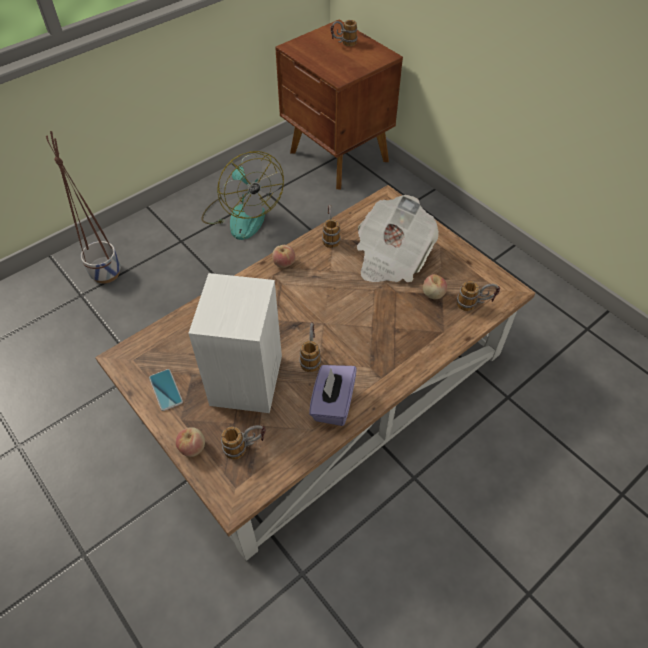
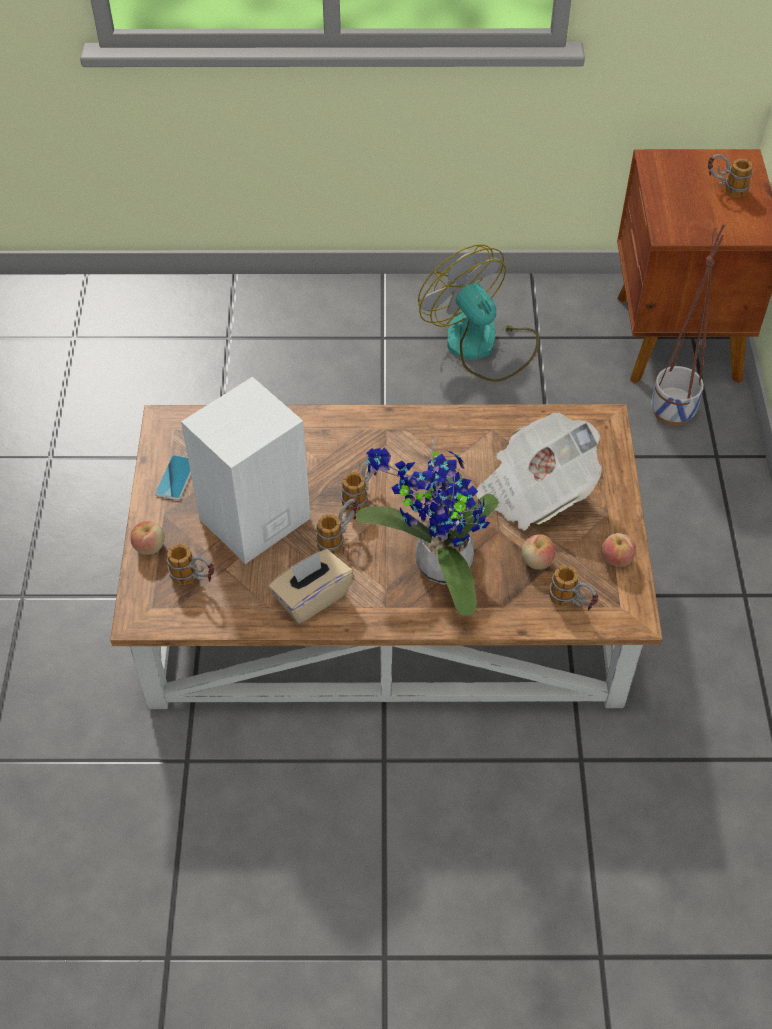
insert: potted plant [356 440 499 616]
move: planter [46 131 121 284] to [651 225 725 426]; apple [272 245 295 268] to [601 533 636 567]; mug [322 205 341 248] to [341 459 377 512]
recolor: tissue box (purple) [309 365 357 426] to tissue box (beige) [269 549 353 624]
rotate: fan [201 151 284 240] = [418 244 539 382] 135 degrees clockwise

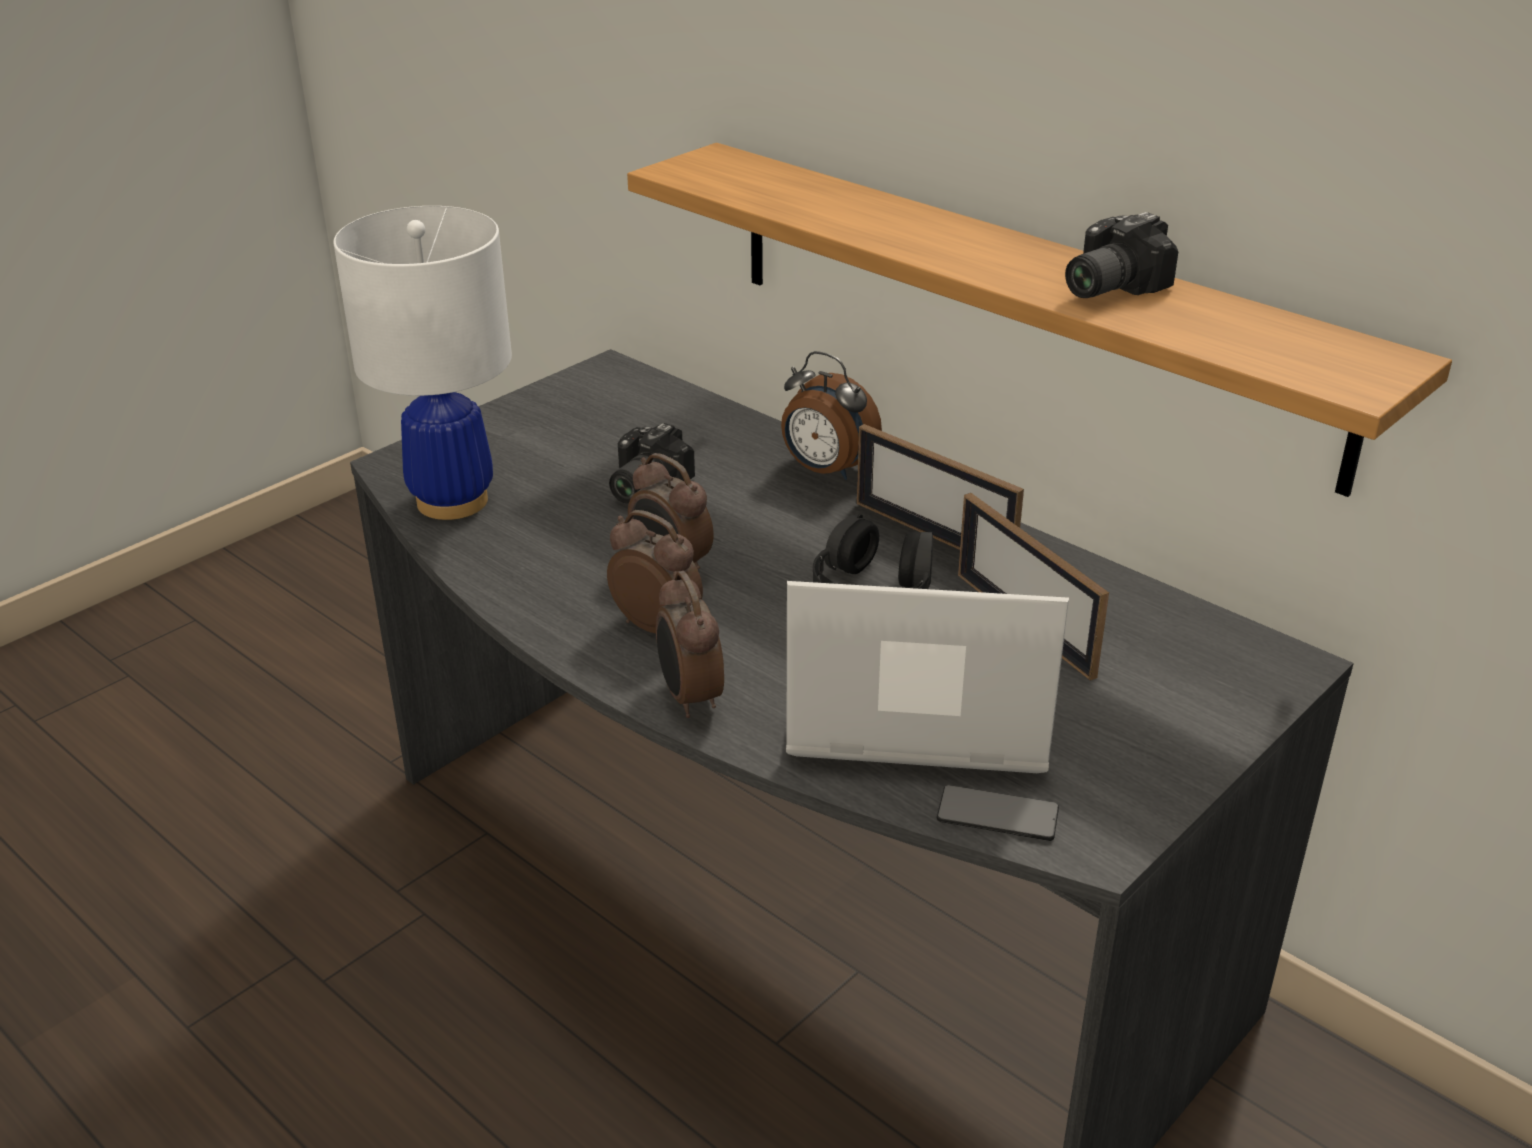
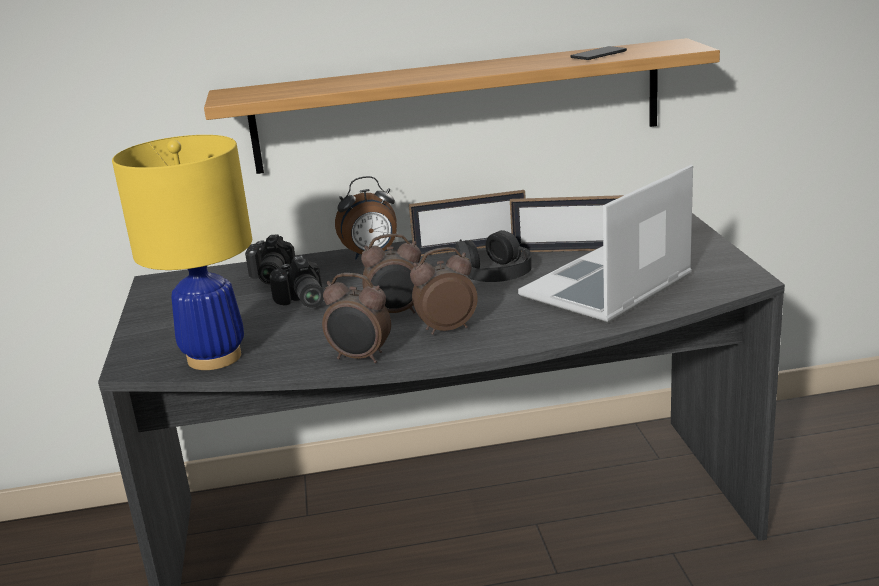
move: alarm clock [656 571 724 718] to [322 273 391 363]; phone [937 785 1059 841] to [570 46 627 60]; photo camera [1065 212 1178 298] to [245 235 295 284]
recolor: table lamp (white) [333 206 512 520] to table lamp (yellow) [112 135 252 370]

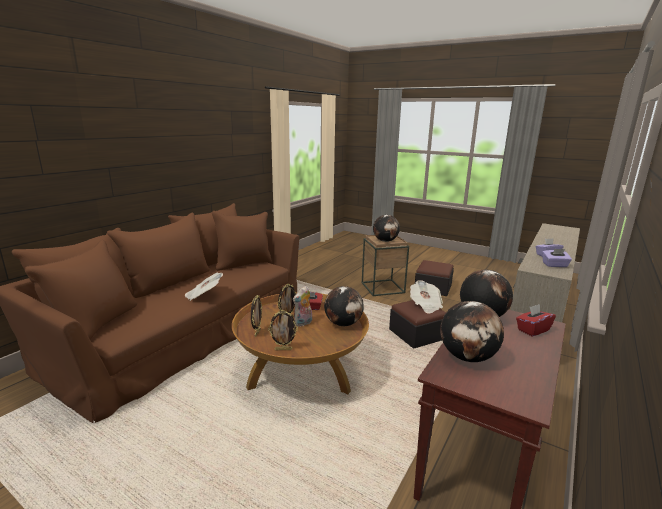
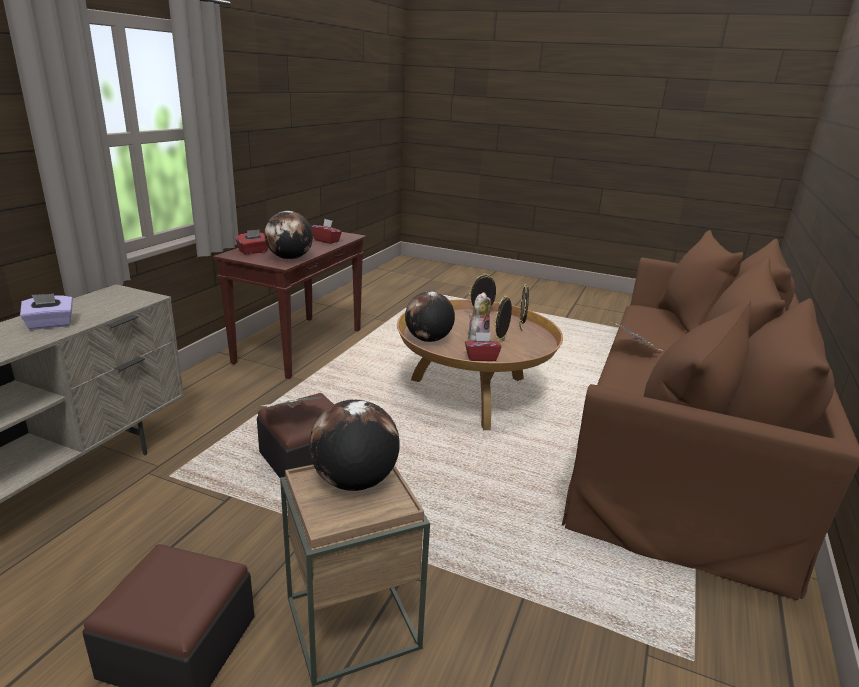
delete: tissue box (purple) [542 248 572 267]
replace: globe [440 301 504 362] to tissue box (red) [311 219 342 244]

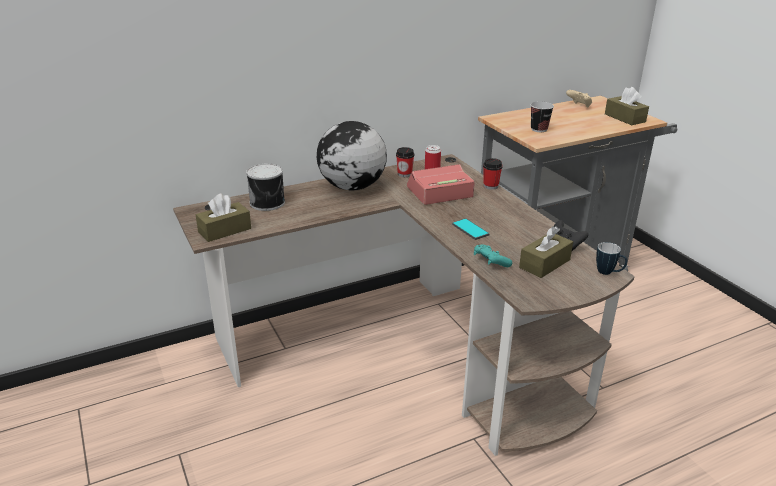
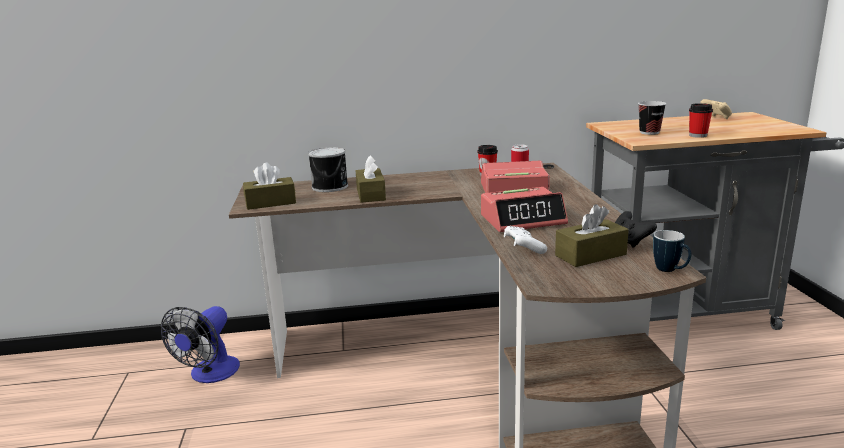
delete: globe [317 121 387 190]
insert: fan [161 306 240 383]
move: cup [483 158 503 190] to [689 103 713 138]; tissue box (brown) [605 87 649 125] to [356 155 386 203]
replace: phone [452 218 490 240] to alarm clock [481 187 568 232]
recolor: game controller (turquoise) [474 244 512 267] to game controller (white) [504 226 547 254]

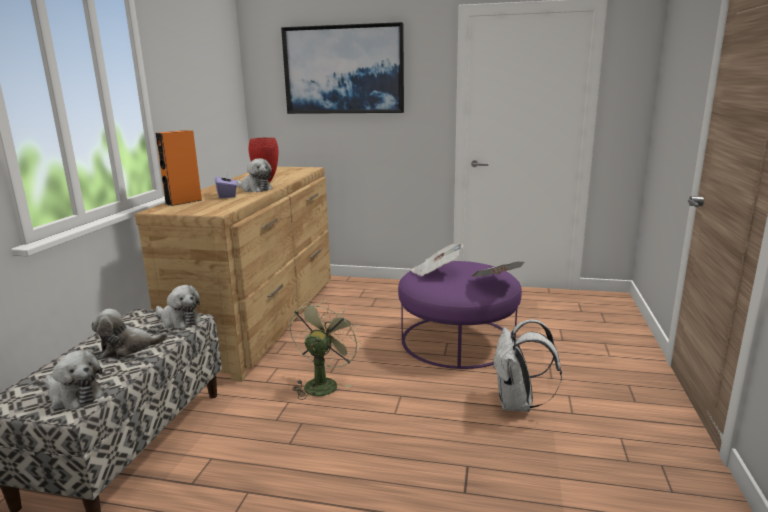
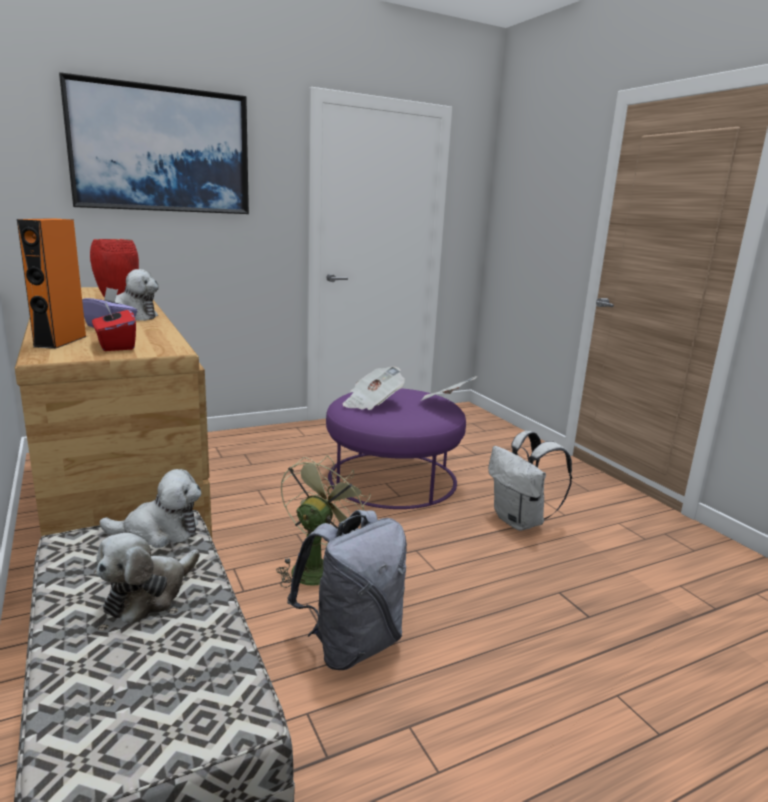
delete: plush toy [45 350 104 409]
insert: tissue box (red) [92 301 136 351]; backpack (grey) [287 510 407 670]
rotate: fan (green) [289 299 361 400] = [276 455 371 588] 45 degrees clockwise

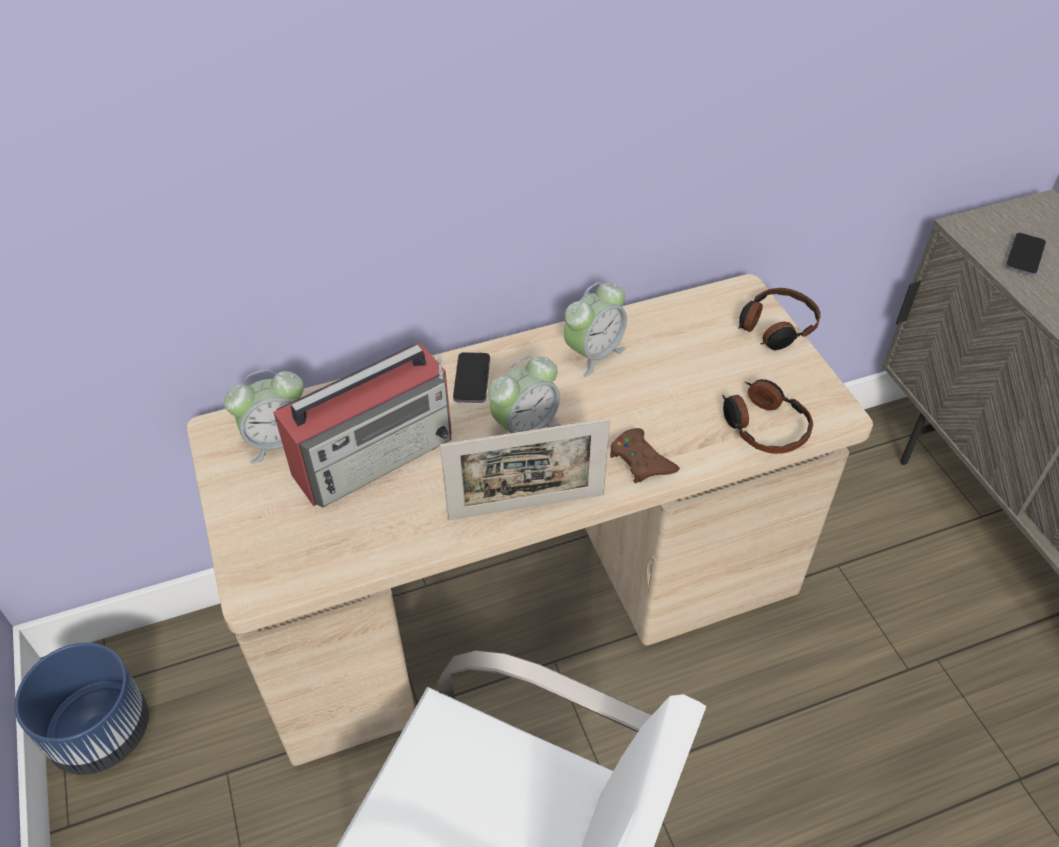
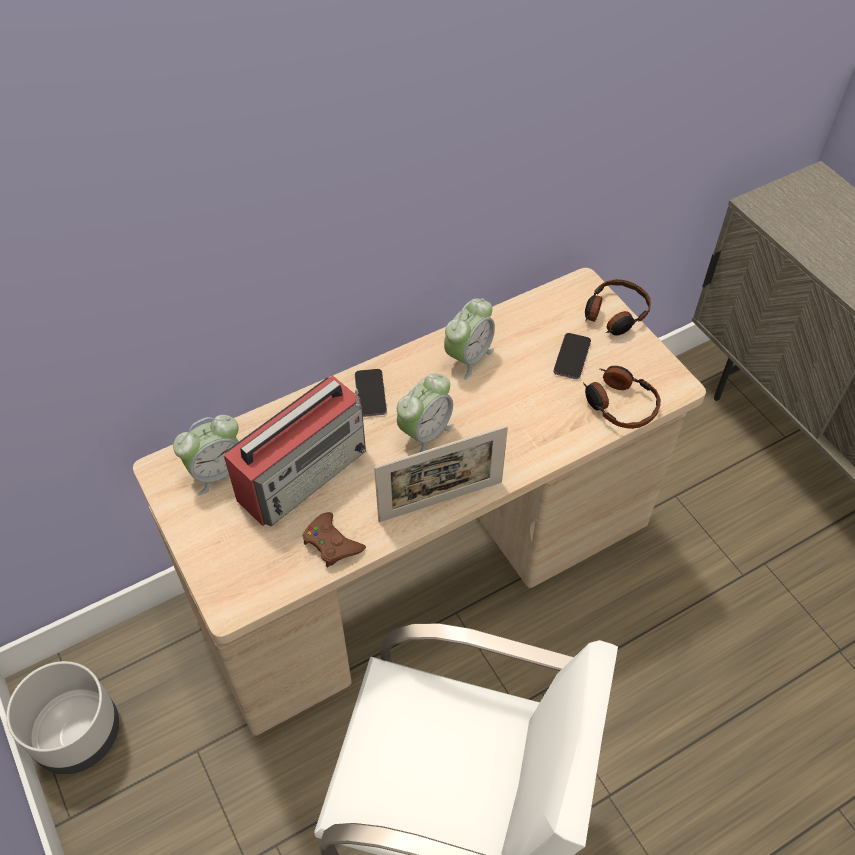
move: game controller (brown) [610 428 680 483] to [303 512 366 567]; phone [1005 233 1046 276] to [554 333 591 379]
recolor: planter (blue) [15 643 149 775] to planter (grey) [6 661 119 774]

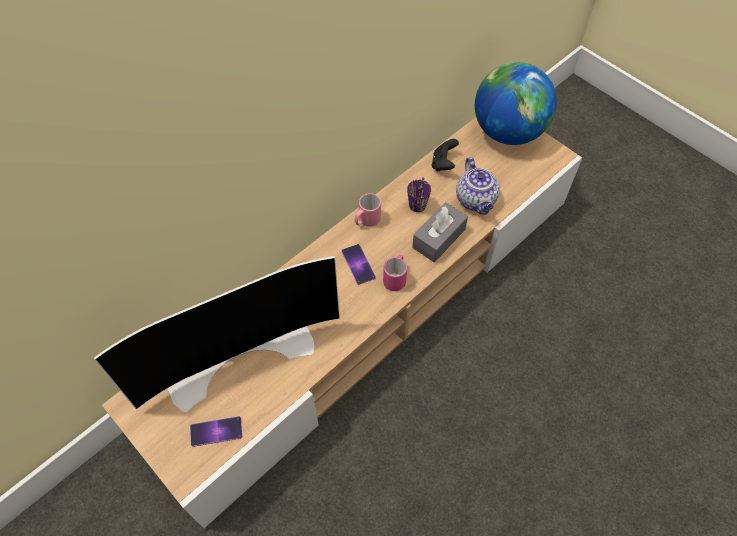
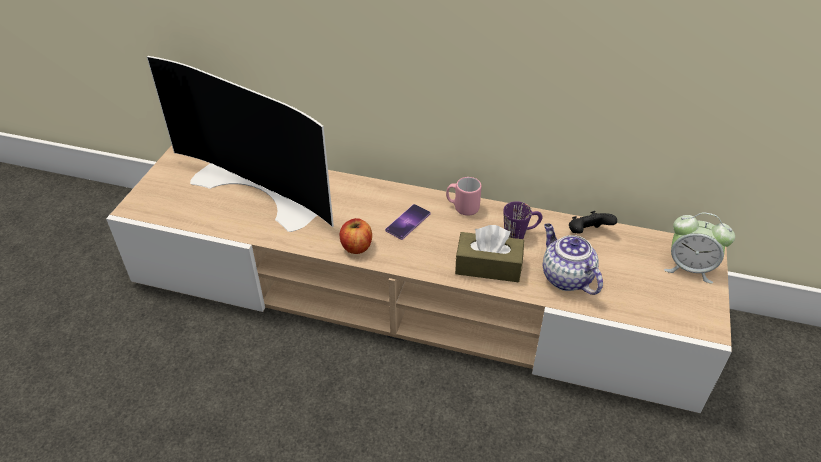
delete: phone [190 416 242 447]; mug (pink) [383 255 407 291]
insert: apple [339 218 372 254]
replace: globe [475 62 557 145] to alarm clock [664 212 735 284]
recolor: tissue box (grey) [412 202 468 262] to tissue box (brown) [455 225 524 282]
rotate: teapot [456 157 500 215] = [543 223 603 295] 105 degrees clockwise

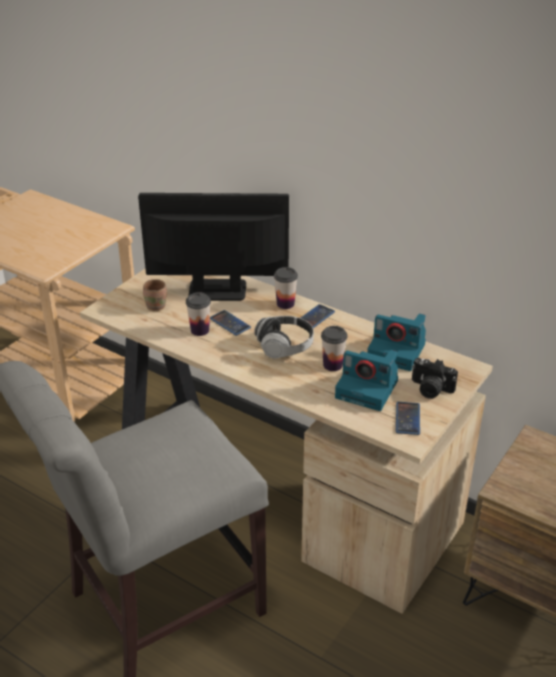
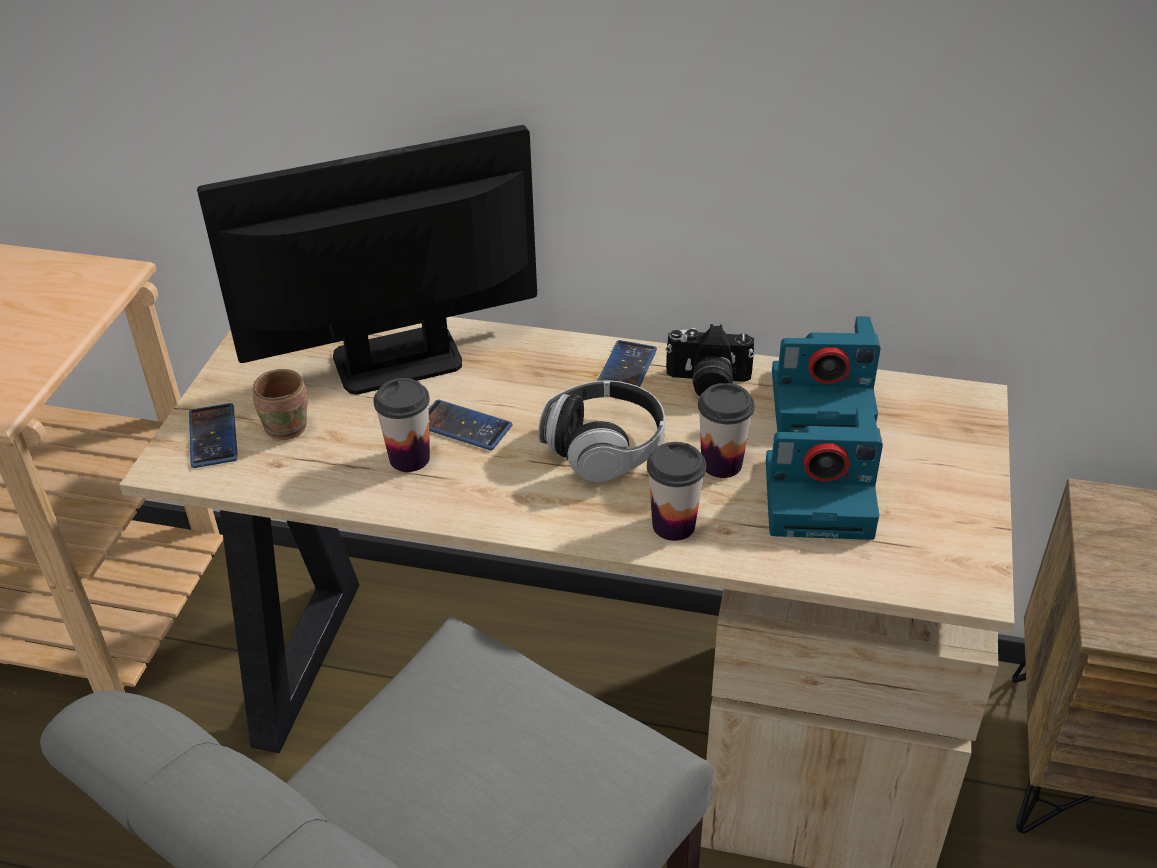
move: cup [274 267 298 309] to [647 442 706 541]; phone [396 402 420 435] to [189 403 238 468]; photo camera [412 358 458 399] to [665 324 755 396]

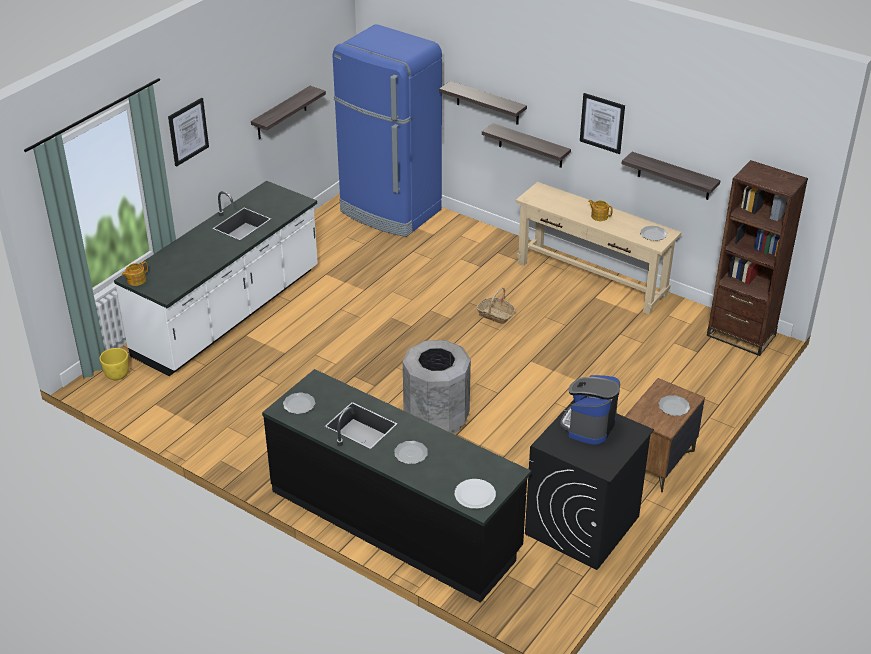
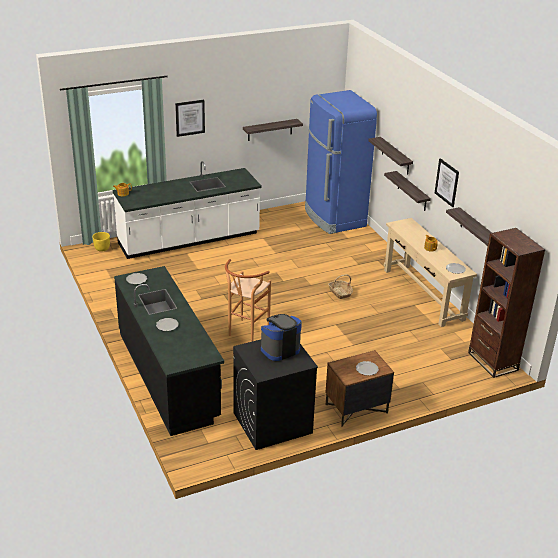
delete: plate (white) [455 479 496 509]
replace: trash can (grey) [403 340 471 434] to stool (brown) [225 259 271 342]

